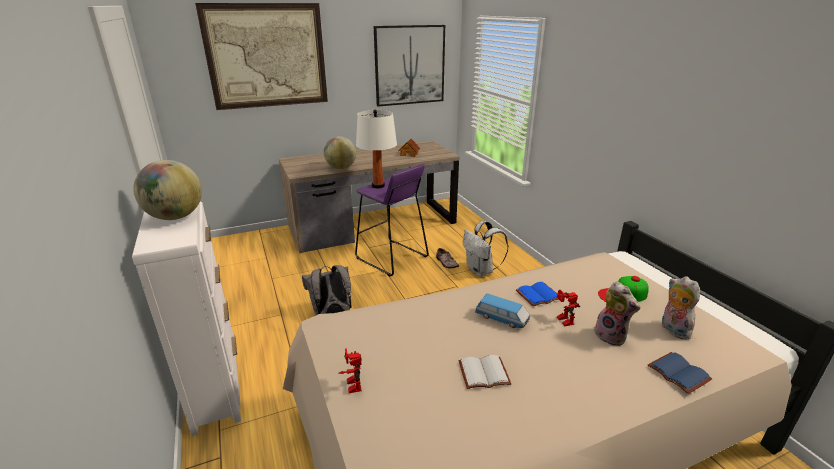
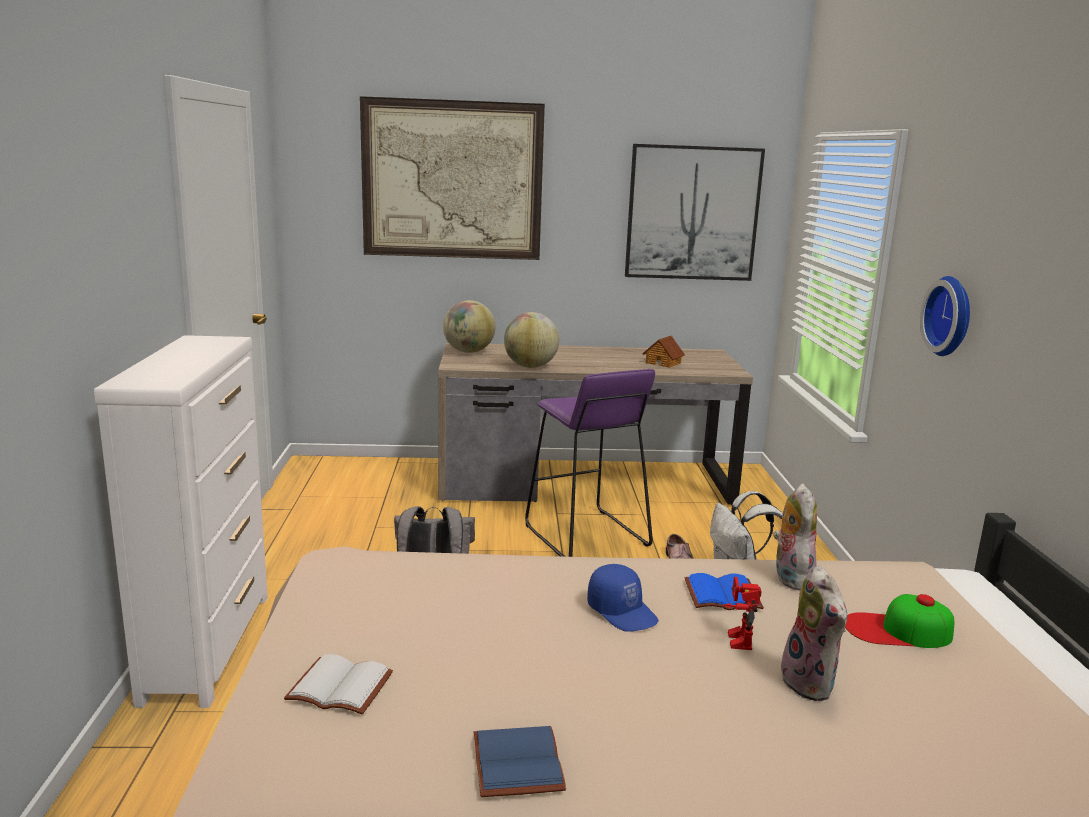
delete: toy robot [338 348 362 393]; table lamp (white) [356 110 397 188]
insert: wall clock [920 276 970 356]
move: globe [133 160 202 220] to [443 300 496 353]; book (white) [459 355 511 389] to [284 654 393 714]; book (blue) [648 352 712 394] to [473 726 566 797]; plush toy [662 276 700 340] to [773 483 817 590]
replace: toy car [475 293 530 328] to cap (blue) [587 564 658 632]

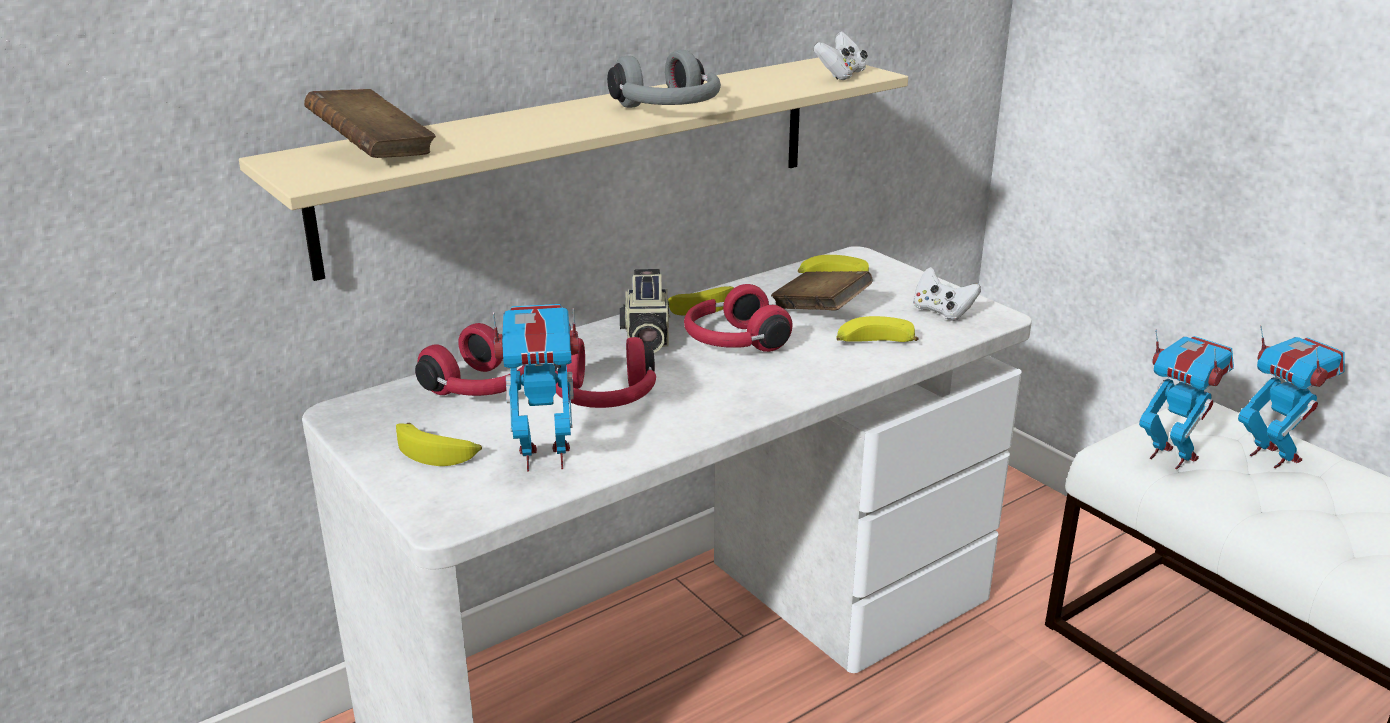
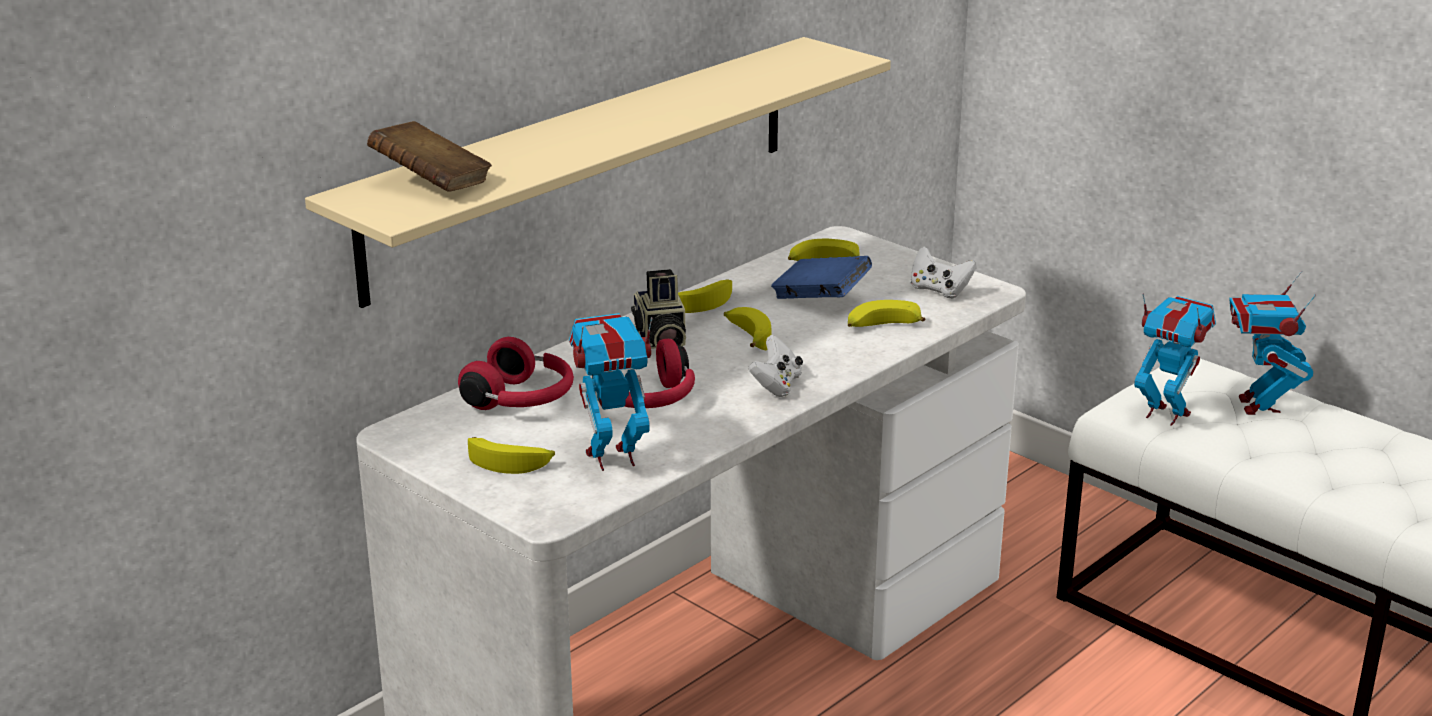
delete: headphones (grey) [607 50 721 108]
move: game controller (white) [814 31 868 80] to [748 335 803 397]
replace: headphones (red) [684 284 793 352] to banana [724 307 771 350]
recolor: book (brown) [771 271 873 311] to book (blue) [771 256 872 299]
rotate: toy robot [1238 325 1344 468] = [1230 271 1316 415] 135 degrees counterclockwise

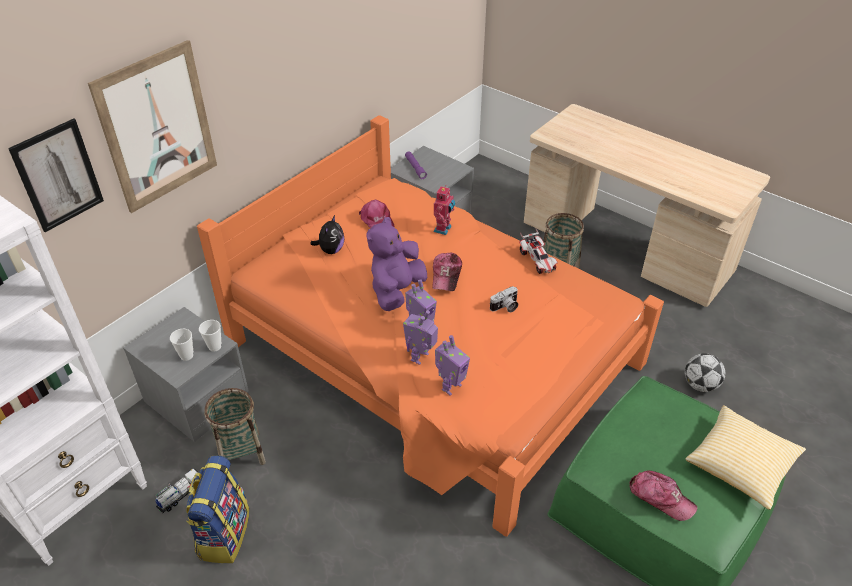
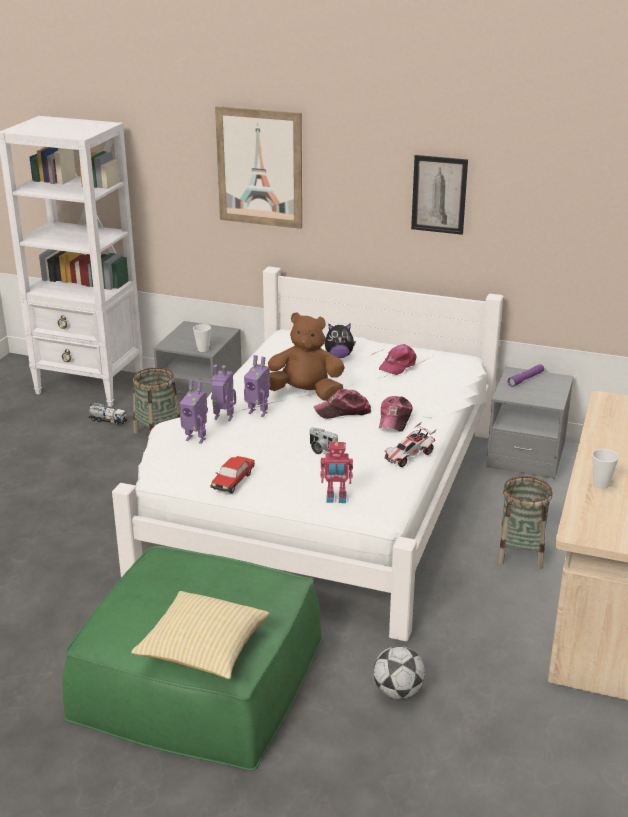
delete: backpack [186 456 250 563]
insert: toy car [211 456 255 494]
move: picture [8 119 104 232] to [411 155 468 235]; cup [170 329 193 361] to [592 449 619 489]; toy robot [434 185 455 235] to [320 441 353 503]; cap [629 470 697 521] to [379 396 413 432]
recolor: bed (orange) [197 115 664 537] to bed (white) [112 266 503 642]; plush toy (purple) [367 217 427 311] to plush toy (brown) [268 312 345 401]

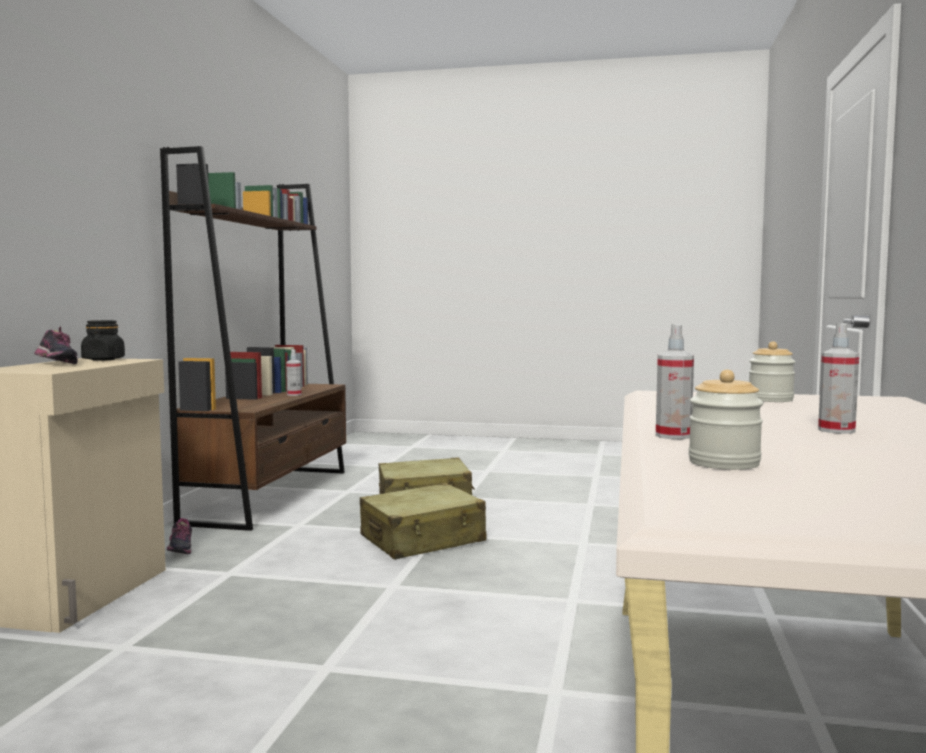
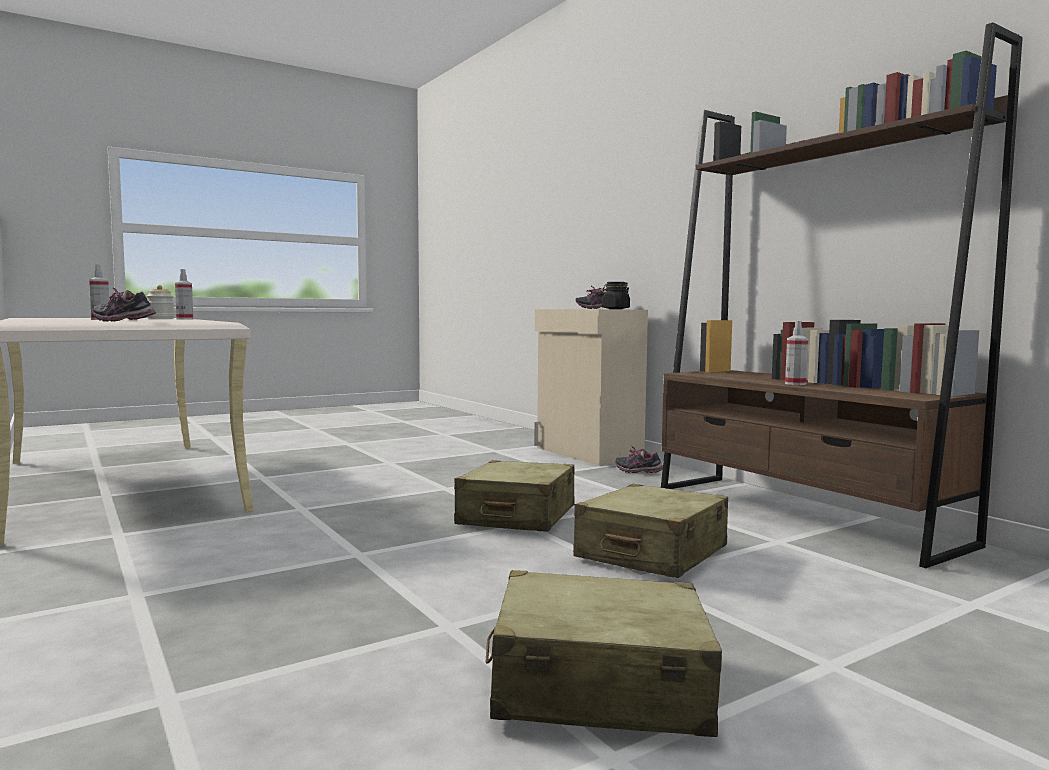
insert: suitcase (beige) [486 570 722 737]
replace: jar [749 341 796 402] to shoe [93 287 156 322]

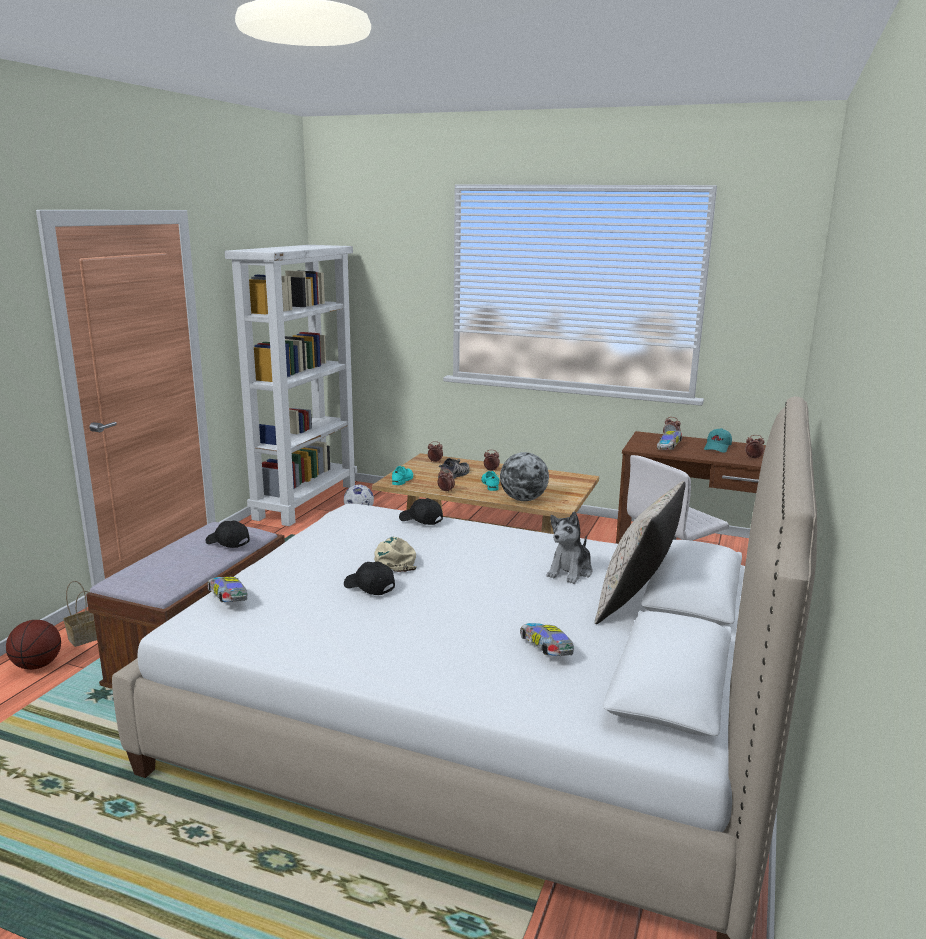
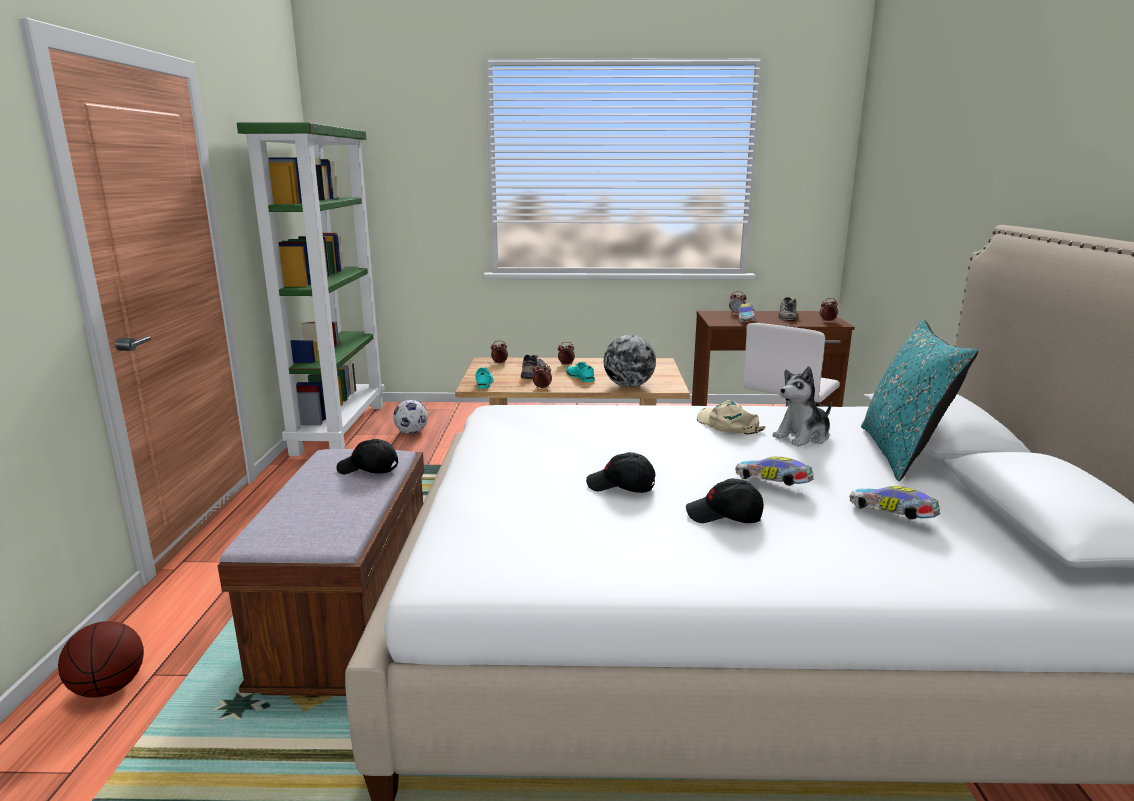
delete: basket [63 581 97 647]
move: toy car [208 577 247 602] to [735 456 814 486]; cap (beige) [374 537 417 572] to [697 400 765 434]; cap (black) [399 498 443 525] to [686 478 764 523]
replace: cap (turquoise) [704 428 732 453] to shoe [778 296 797 321]
recolor: bookcase (white) [224 245 357 526] to bookcase (green) [237 122 385 456]; pillow (beige) [595 481 686 624] to pillow (turquoise) [861 319 978 481]
rotate: plush toy [547 512 592 584] = [773 366 832 447] 45 degrees clockwise

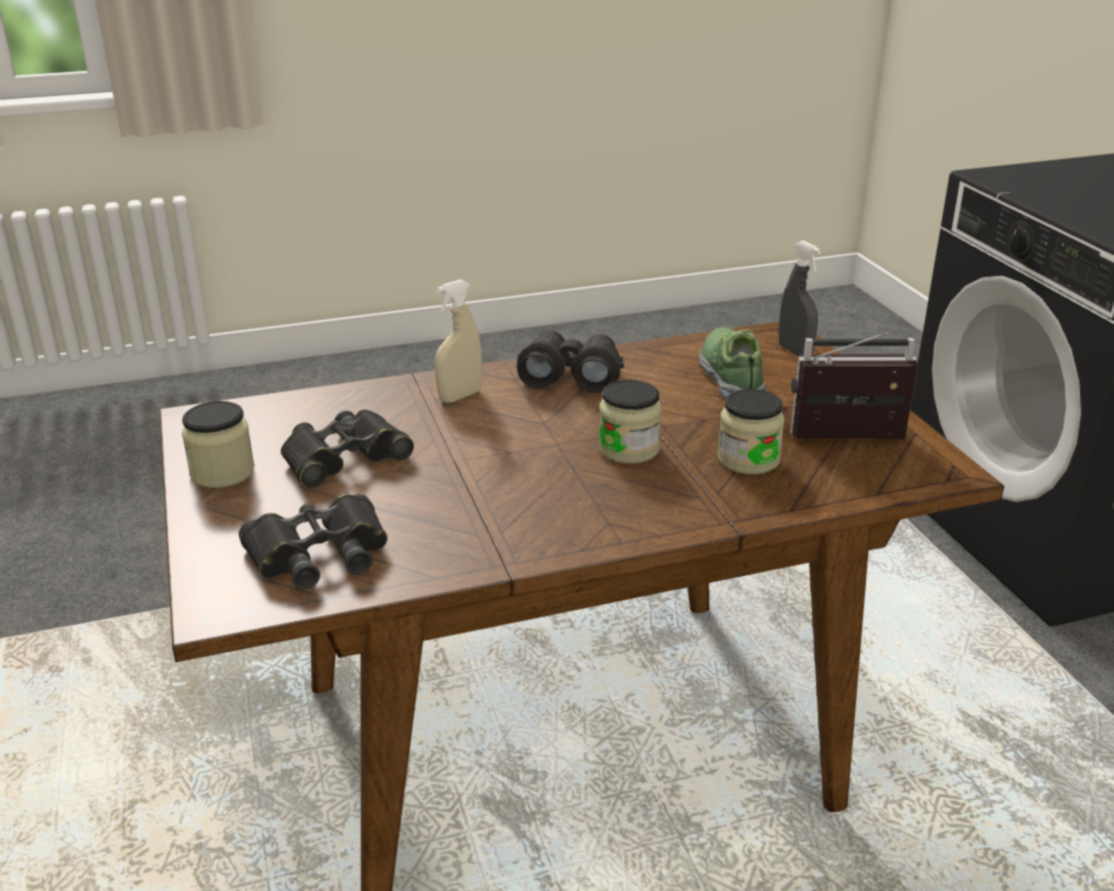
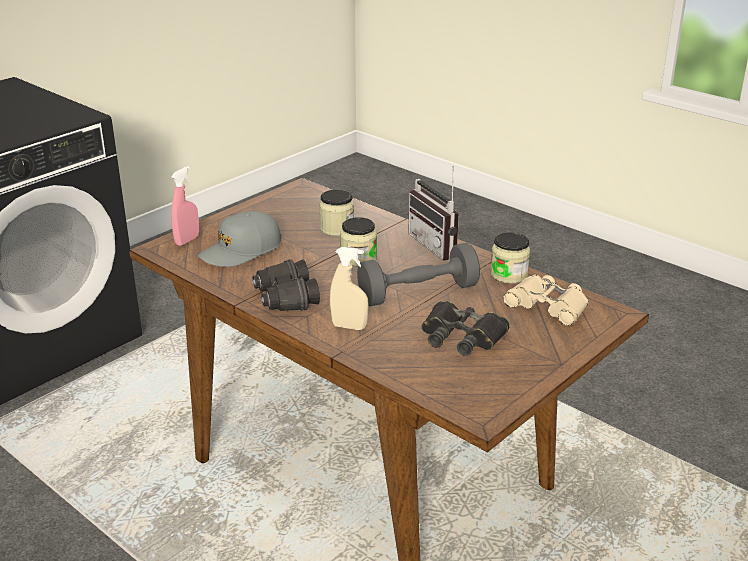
insert: dumbbell (grey) [357 243 480 307]
move: jar [182 401 254 488] to [490 233 530 284]; radio [790 332 918 439] to [408 167 459 260]
replace: shoe [699 327 767 401] to cap (grey) [198 211 281 267]
recolor: binoculars (black) [239 494 388 589] to binoculars (beige) [503 275 588 326]; spray bottle (grey) [779 241 821 357] to spray bottle (pink) [171 166 199 246]

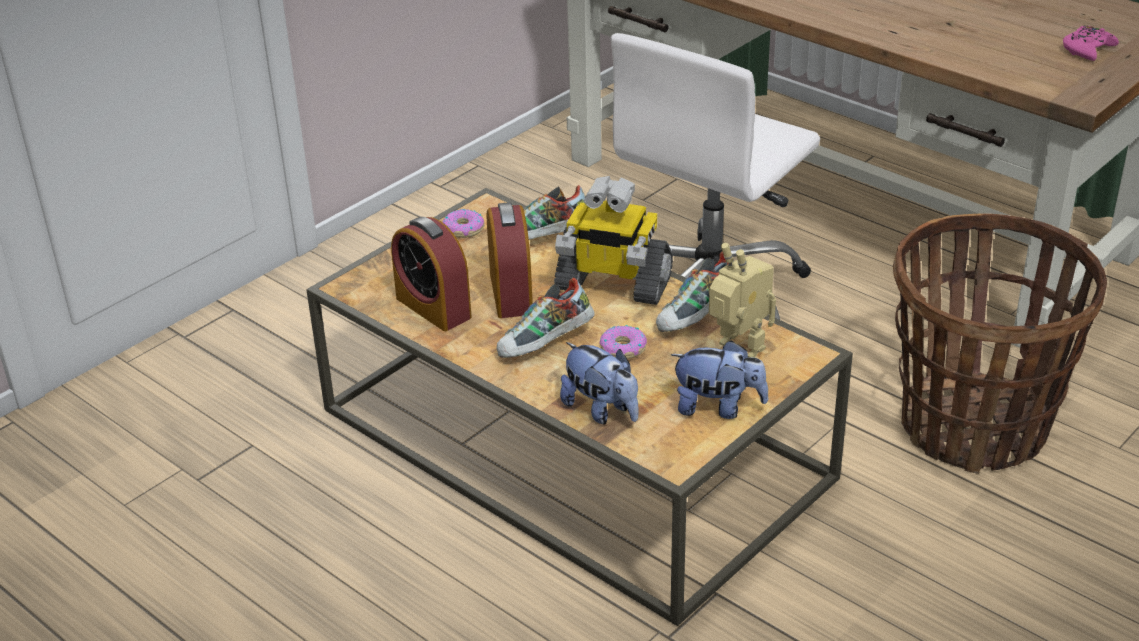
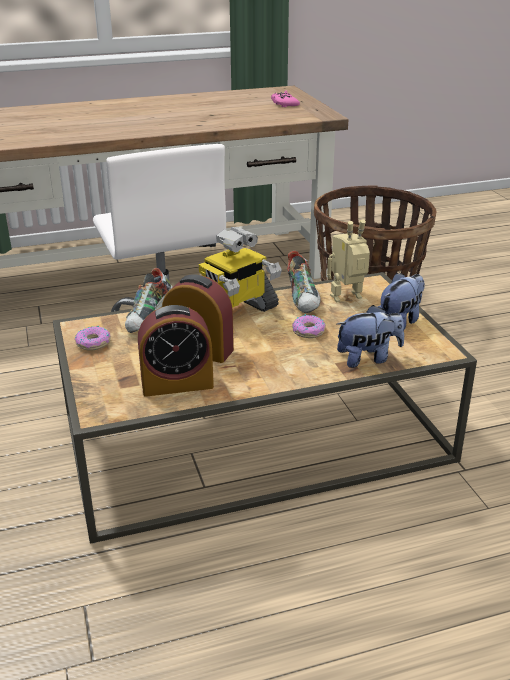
delete: shoe [497 278 595 358]

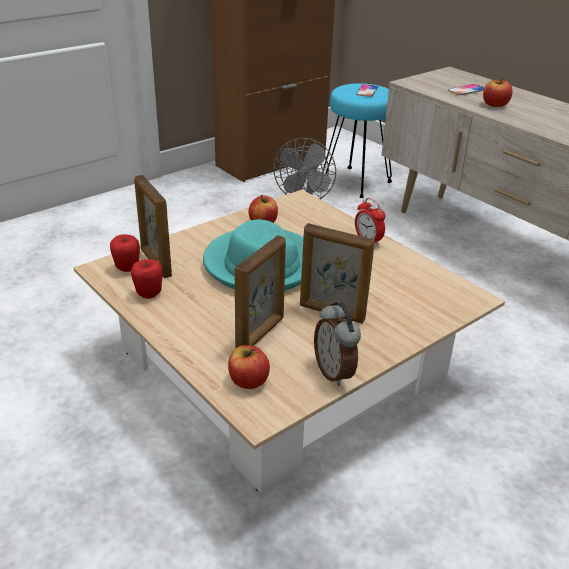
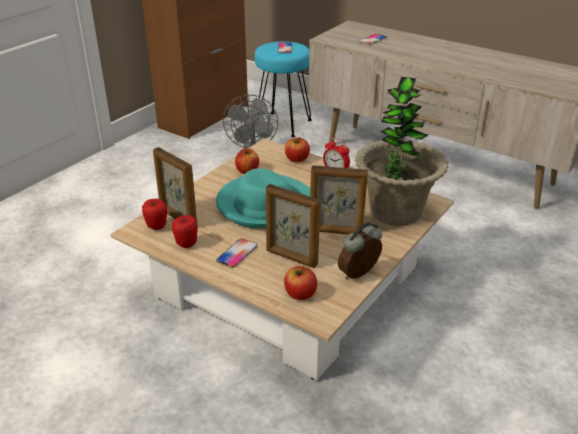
insert: phone [216 238 257 268]; potted plant [355 77 448 226]
move: apple [483 78 512 107] to [285 137 310 162]
rotate: picture frame [234 235 286 349] = [266 184 320 268] 105 degrees clockwise; alarm clock [314 302 361 387] = [338 222 382 279] 90 degrees clockwise

